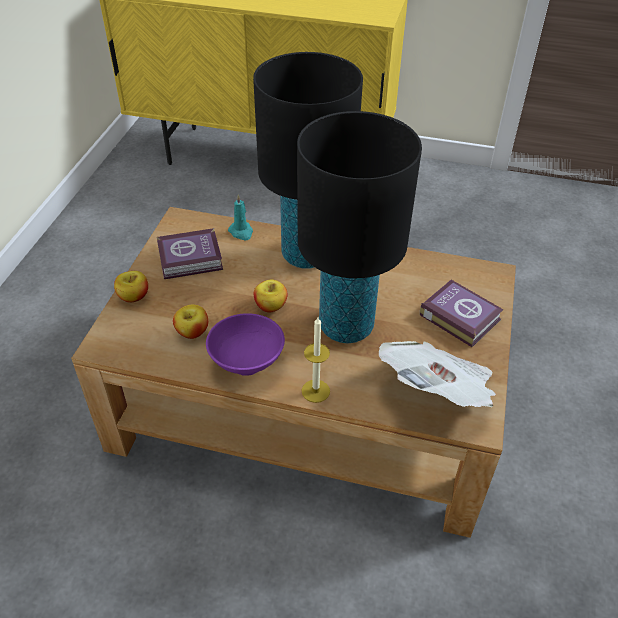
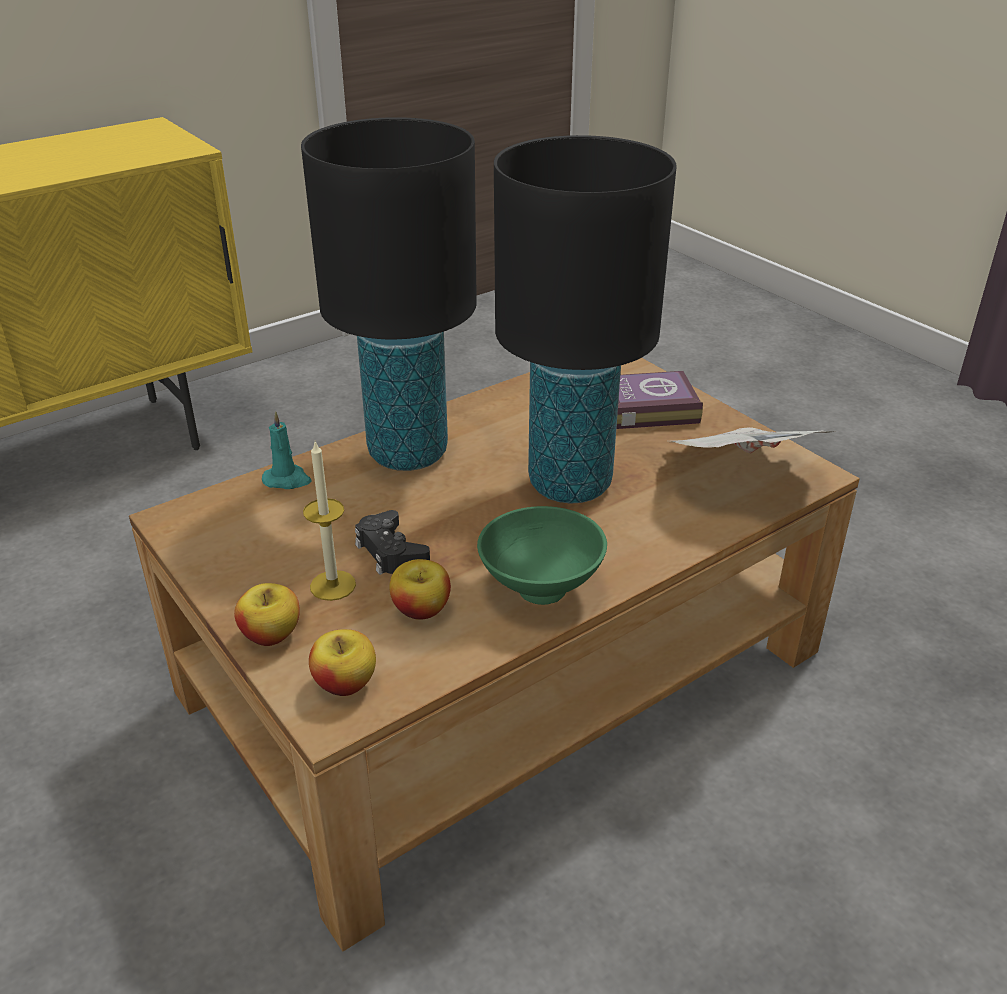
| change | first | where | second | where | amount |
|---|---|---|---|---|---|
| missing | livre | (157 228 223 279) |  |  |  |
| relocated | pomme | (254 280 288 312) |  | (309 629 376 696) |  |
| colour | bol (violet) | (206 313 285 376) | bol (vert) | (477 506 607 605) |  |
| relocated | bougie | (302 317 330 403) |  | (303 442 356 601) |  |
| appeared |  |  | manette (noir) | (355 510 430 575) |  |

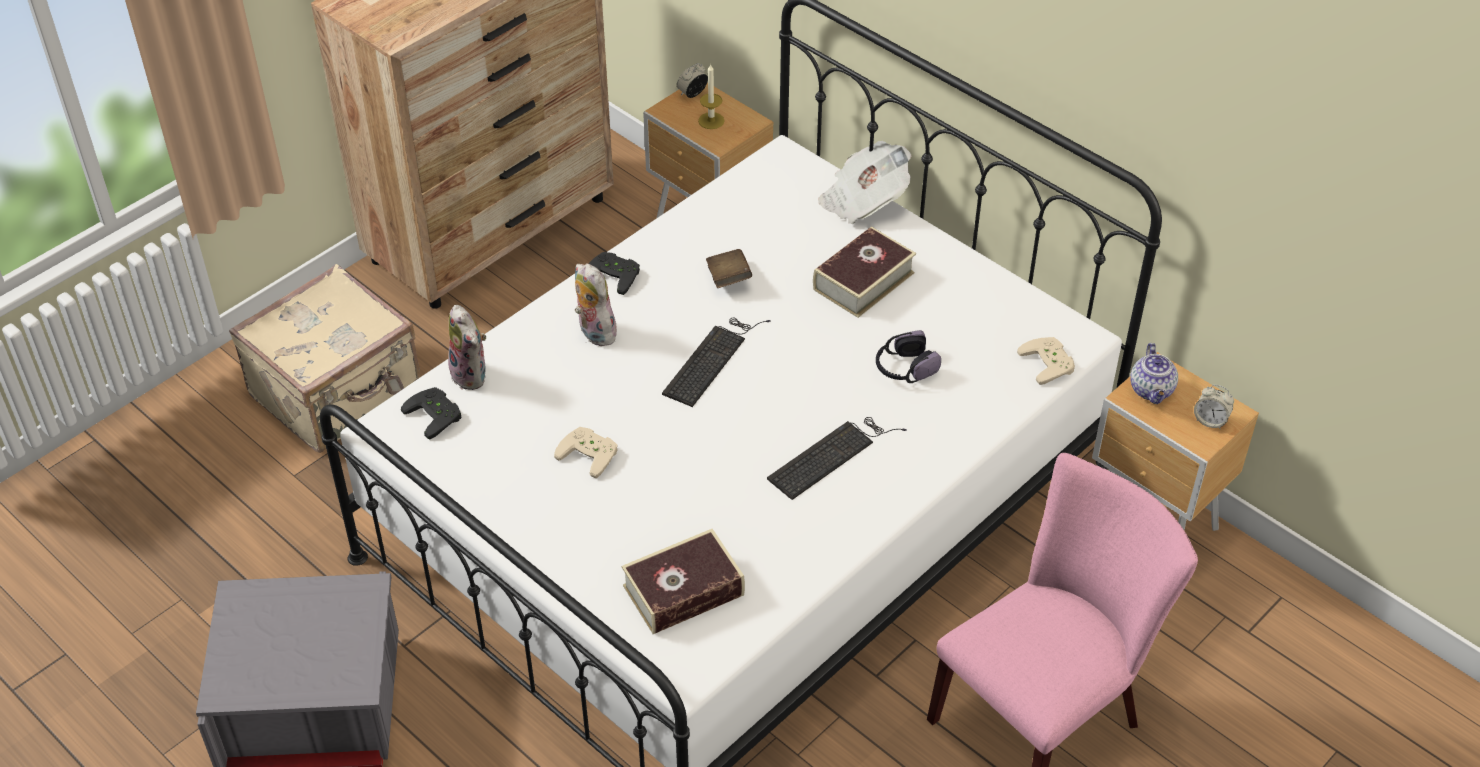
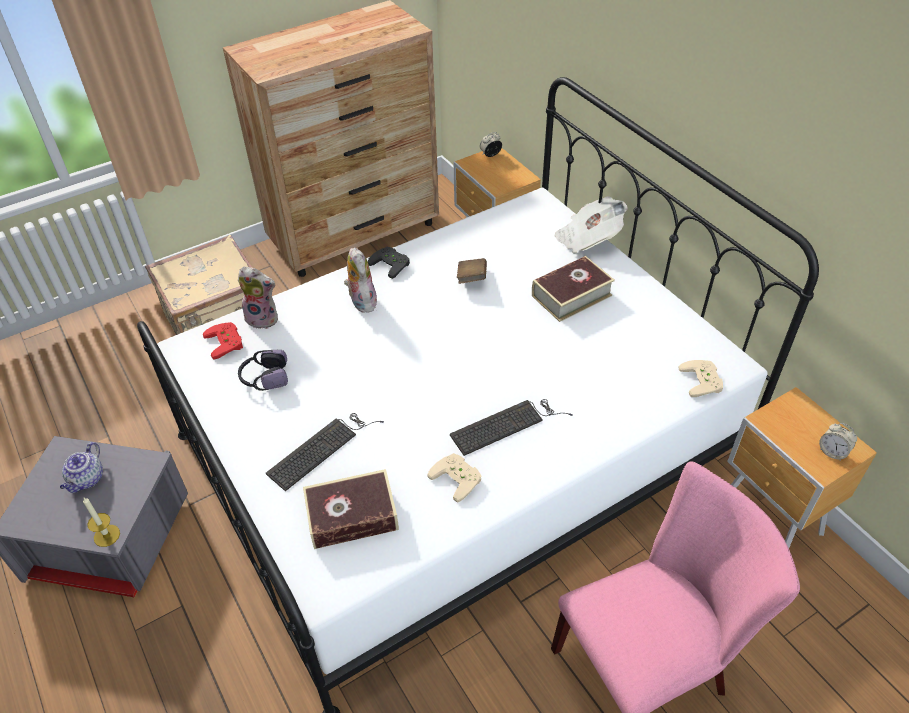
| change | first | where | second | where | amount |
|---|---|---|---|---|---|
| relocated | bougie | (698 63 725 129) |  | (83 497 120 547) |  |
| spun | peluche | (448 305 486 390) |  | (238 266 278 329) | 60 degrees counterclockwise |
| relocated | clavier | (662 317 771 407) |  | (266 413 384 491) |  |
| relocated | casque audio | (876 330 941 383) |  | (238 350 288 391) |  |
| relocated | théière | (1130 343 1178 404) |  | (60 442 103 493) |  |
| colour | manette (noir) | (401 387 462 439) | manette (rouge) | (203 322 243 360) |  |
| relocated | manette (beige) | (554 427 618 478) |  | (427 453 482 502) |  |

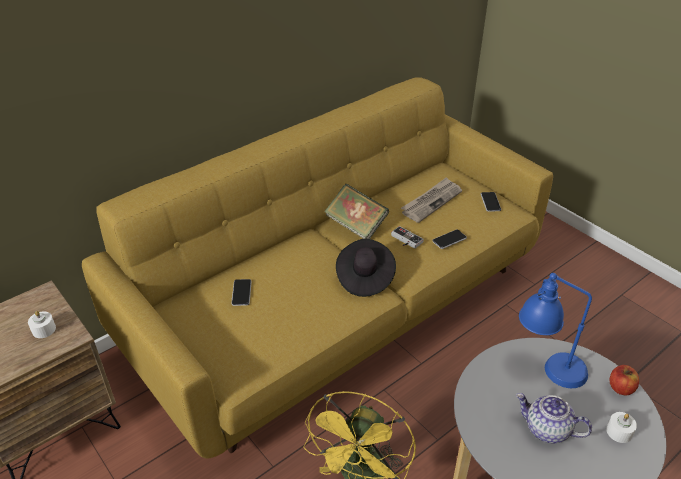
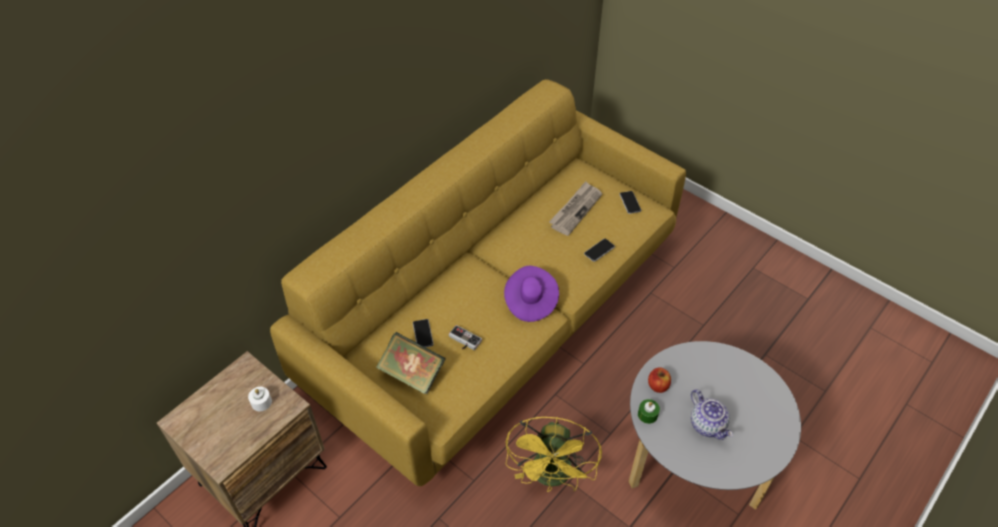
| change | first | where | second | where | amount |
|---|---|---|---|---|---|
| relocated | livre | (324 184 389 239) |  | (376 332 446 394) |  |
| relocated | manette | (391 226 424 249) |  | (449 325 482 350) |  |
| colour | chapeau (noir) | (336 239 396 297) | chapeau (violet) | (504 266 559 322) |  |
| missing | lampe de table (bleu) | (519 273 592 388) |  |  |  |
| relocated | pomme | (610 365 639 395) |  | (648 368 671 393) |  |
| spun | théière | (516 393 592 443) |  | (691 389 733 440) | 135 degrees counterclockwise |
| missing | bougie (blanc) | (606 412 637 443) |  |  |  |
| appeared |  |  | bougie (vert) | (638 399 660 424) |  |

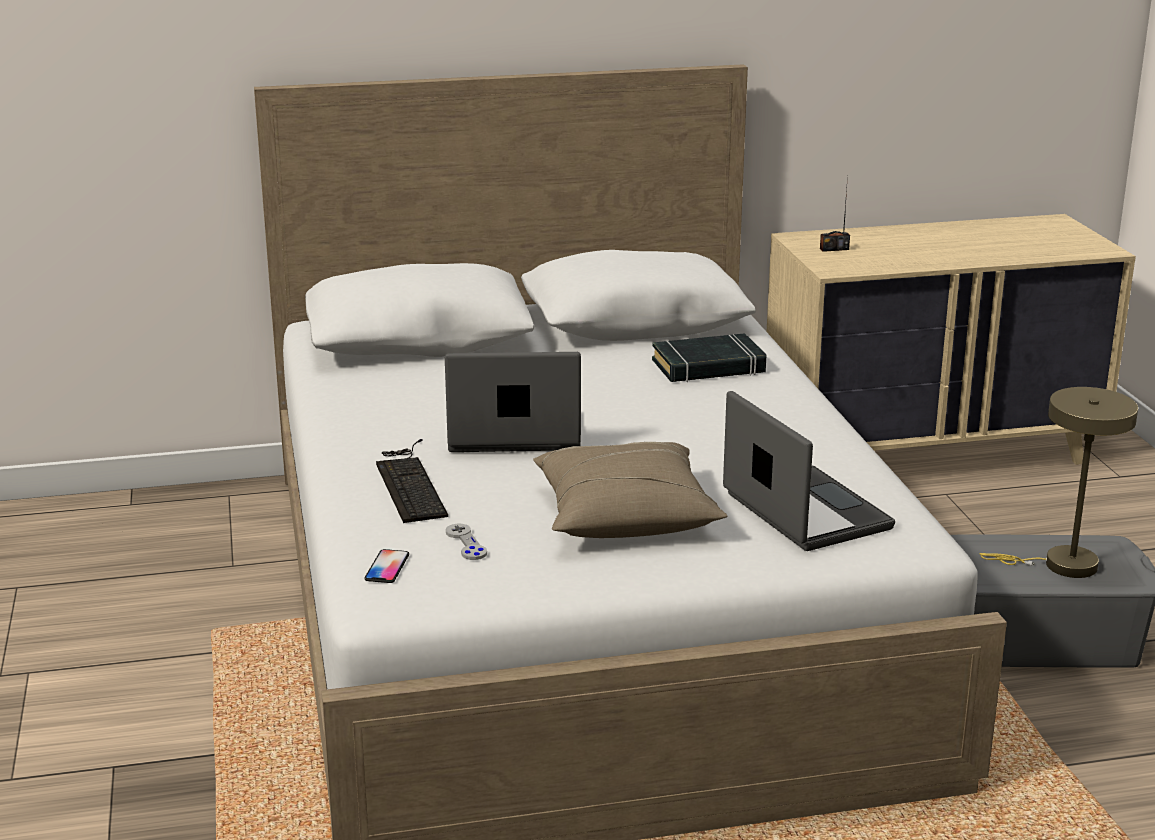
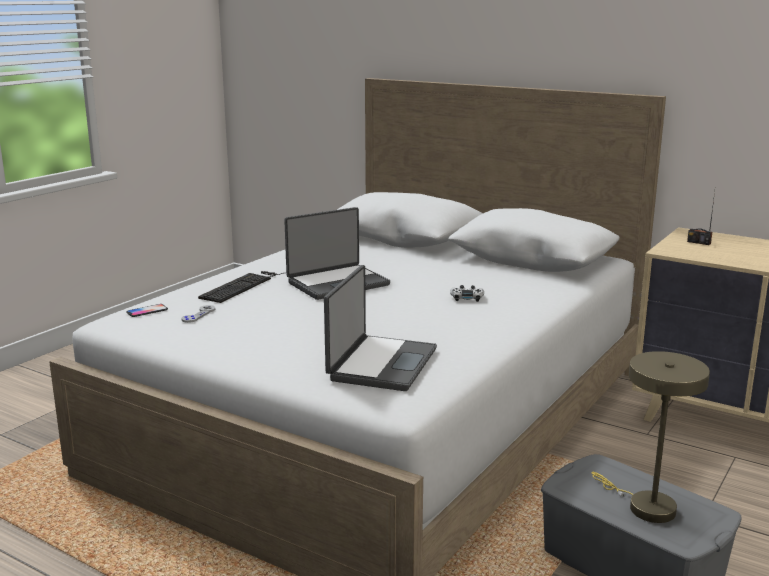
| change | first | where | second | where | amount |
|---|---|---|---|---|---|
| missing | livre (noir) | (652 333 766 382) |  |  |  |
| spun | ordinateur portable | (445 352 581 452) |  | (284 207 390 300) | 105 degrees clockwise |
| missing | coussin (beige) | (533 442 727 538) |  |  |  |
| appeared |  |  | manette (blanc) | (450 285 484 302) |  |

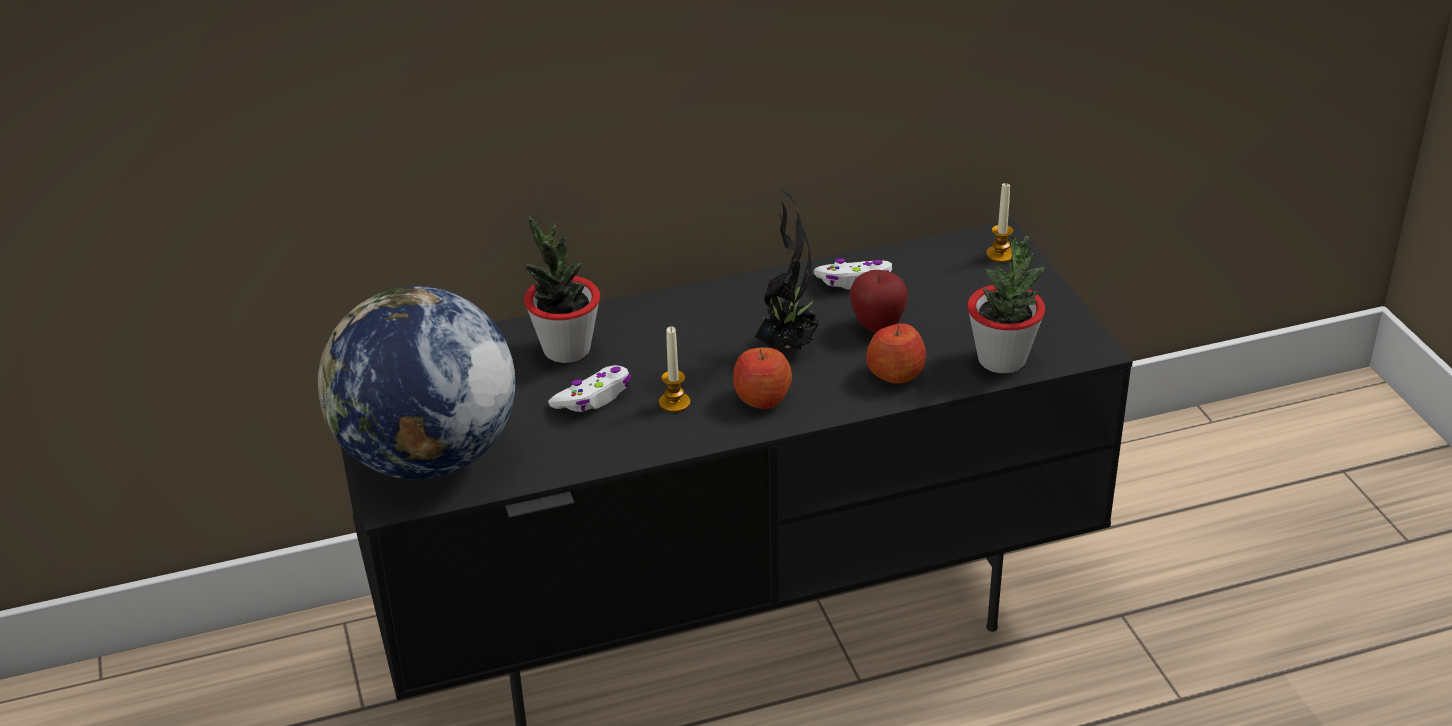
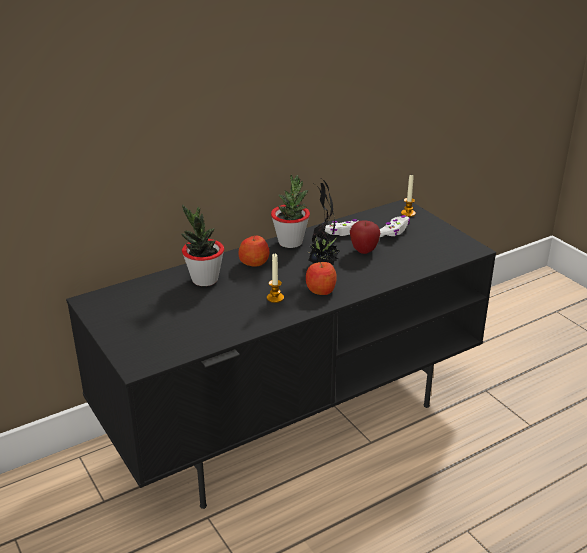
| change | first | where | second | where | amount |
|---|---|---|---|---|---|
| relocated | plante en pot | (967 236 1047 373) |  | (271 175 310 248) |  |
| missing | globe | (318 286 515 480) |  |  |  |
| relocated | pomme | (866 323 926 384) |  | (238 236 269 267) |  |
| relocated | manette (blanc) | (548 365 631 412) |  | (380 215 410 237) |  |

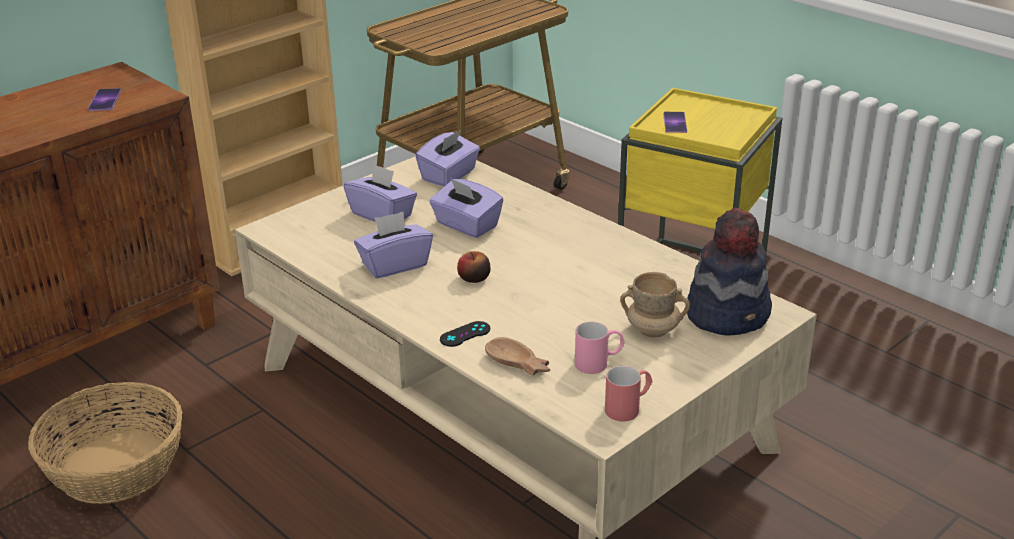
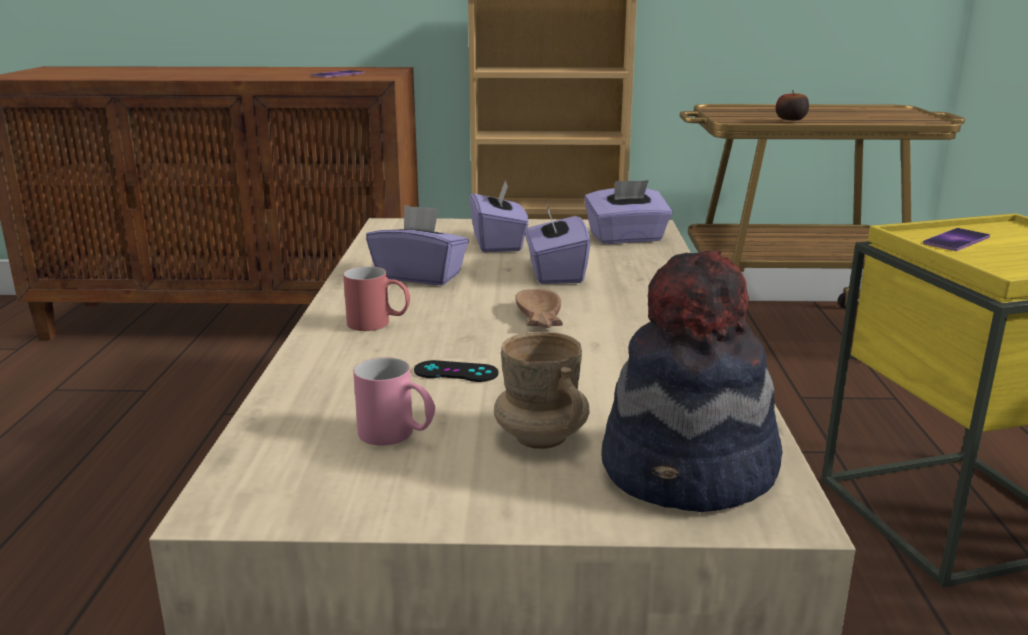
| change | first | where | second | where | amount |
|---|---|---|---|---|---|
| relocated | pomme | (457 251 491 283) |  | (776 90 809 121) |  |
| relocated | manette (noir) | (440 321 490 347) |  | (414 360 498 382) |  |
| relocated | bol (marron) | (485 337 550 376) |  | (515 289 563 328) |  |
| relocated | mug (rouge) | (605 366 652 421) |  | (343 266 410 331) |  |
| missing | panier | (28 382 182 504) |  |  |  |

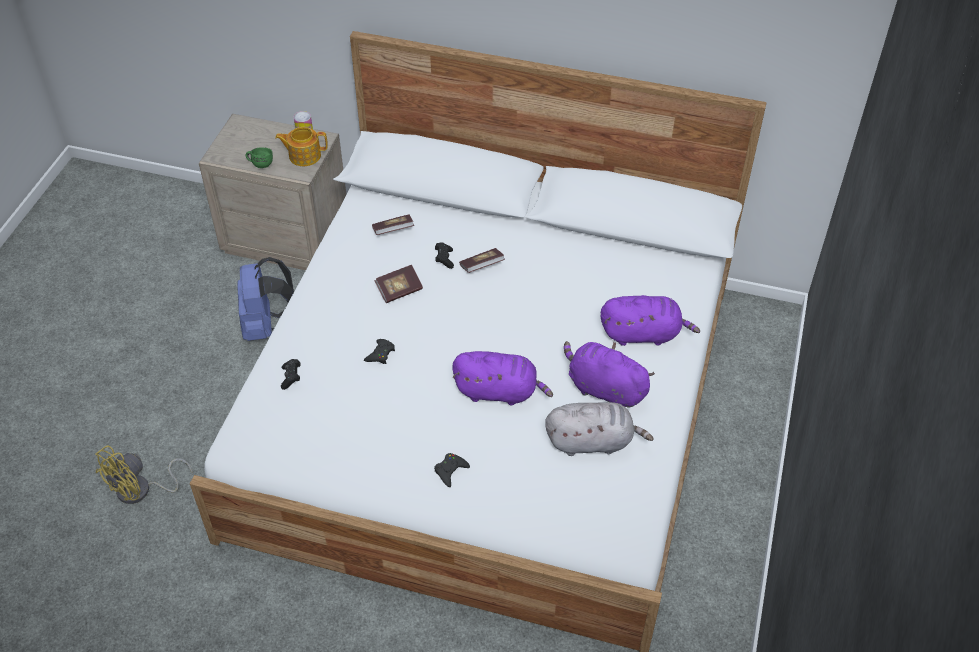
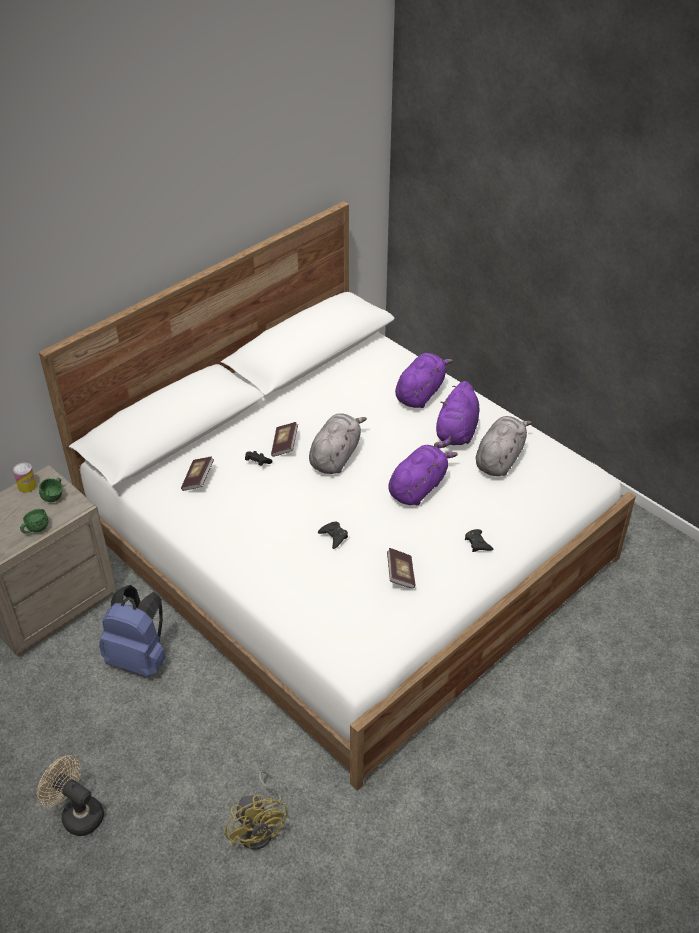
| change | first | where | second | where | amount |
|---|---|---|---|---|---|
| exchanged | théière | (275 127 328 166) | mug (vert) | (39 478 63 502) |  |
| relocated | livre | (375 265 423 303) |  | (387 548 416 589) |  |
| spun | peluche (violet) | (564 341 655 407) |  | (434 381 480 448) | 45 degrees counterclockwise |
| missing | manette (noir) | (281 359 301 390) |  |  |  |
| appeared |  |  | peluche (gris) | (309 413 367 474) |  |
| appeared |  |  | ventilateur (beige) | (37 755 104 836) |  |

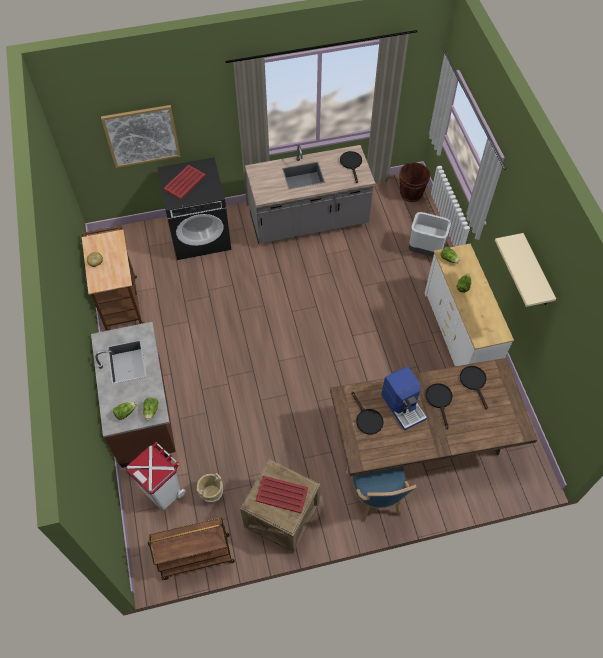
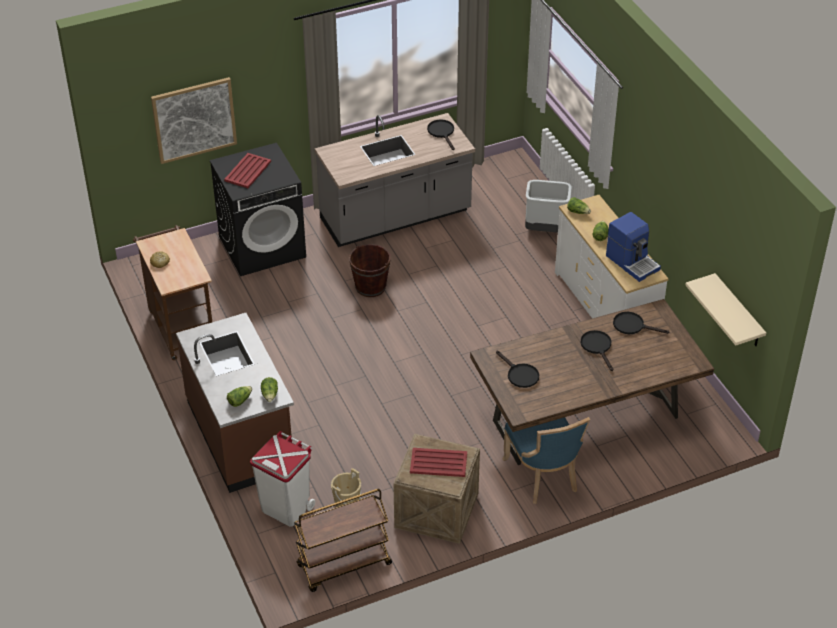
| change | first | where | second | where | amount |
|---|---|---|---|---|---|
| relocated | seau (marron) | (399 162 431 202) |  | (349 244 391 297) |  |
| relocated | étagère (beige) | (495 233 556 307) |  | (685 273 766 346) |  |
| relocated | machine à café | (381 366 427 431) |  | (606 212 661 282) |  |
| spun | poêle (noir) | (460 366 488 409) |  | (613 312 669 334) | 45 degrees counterclockwise |

